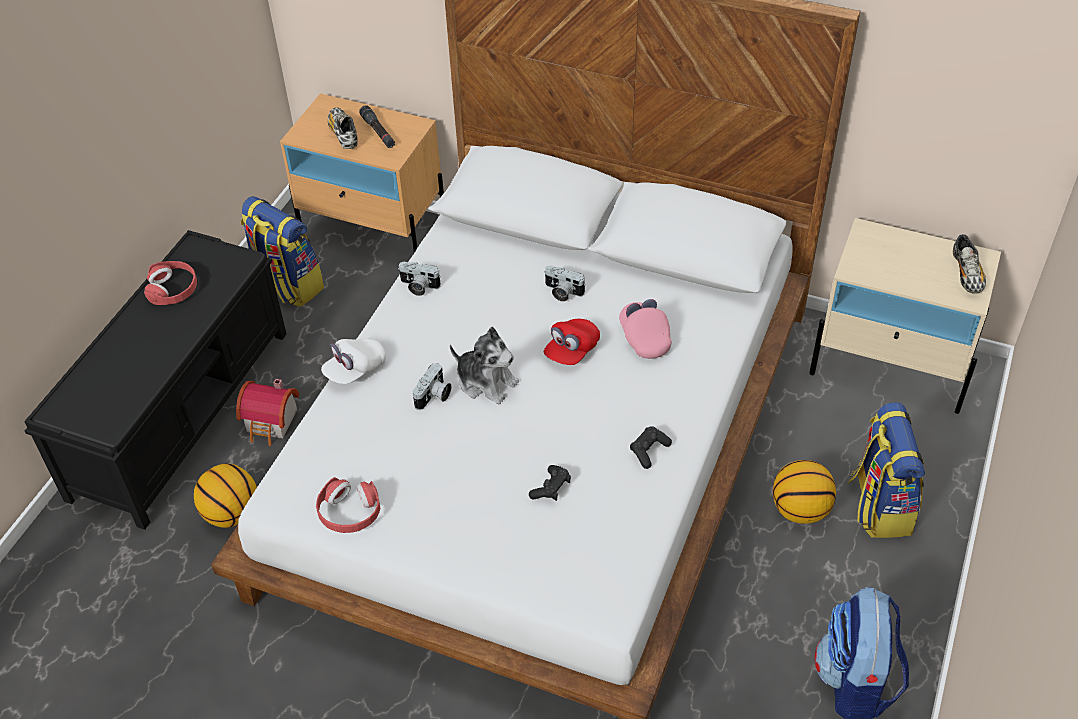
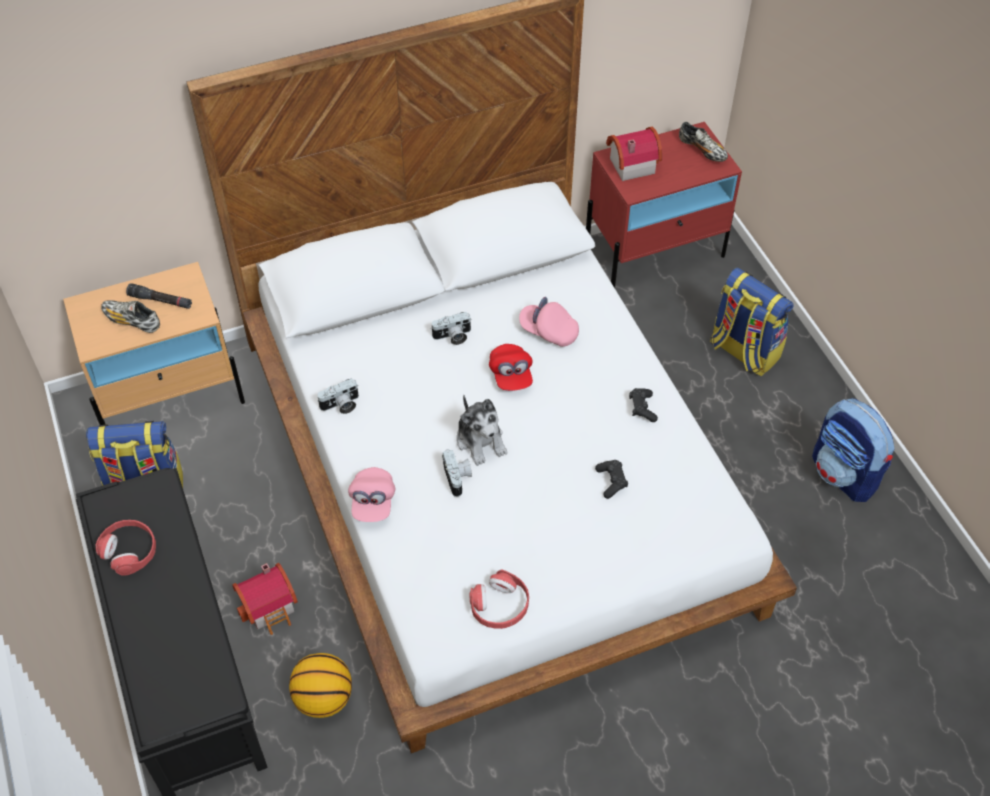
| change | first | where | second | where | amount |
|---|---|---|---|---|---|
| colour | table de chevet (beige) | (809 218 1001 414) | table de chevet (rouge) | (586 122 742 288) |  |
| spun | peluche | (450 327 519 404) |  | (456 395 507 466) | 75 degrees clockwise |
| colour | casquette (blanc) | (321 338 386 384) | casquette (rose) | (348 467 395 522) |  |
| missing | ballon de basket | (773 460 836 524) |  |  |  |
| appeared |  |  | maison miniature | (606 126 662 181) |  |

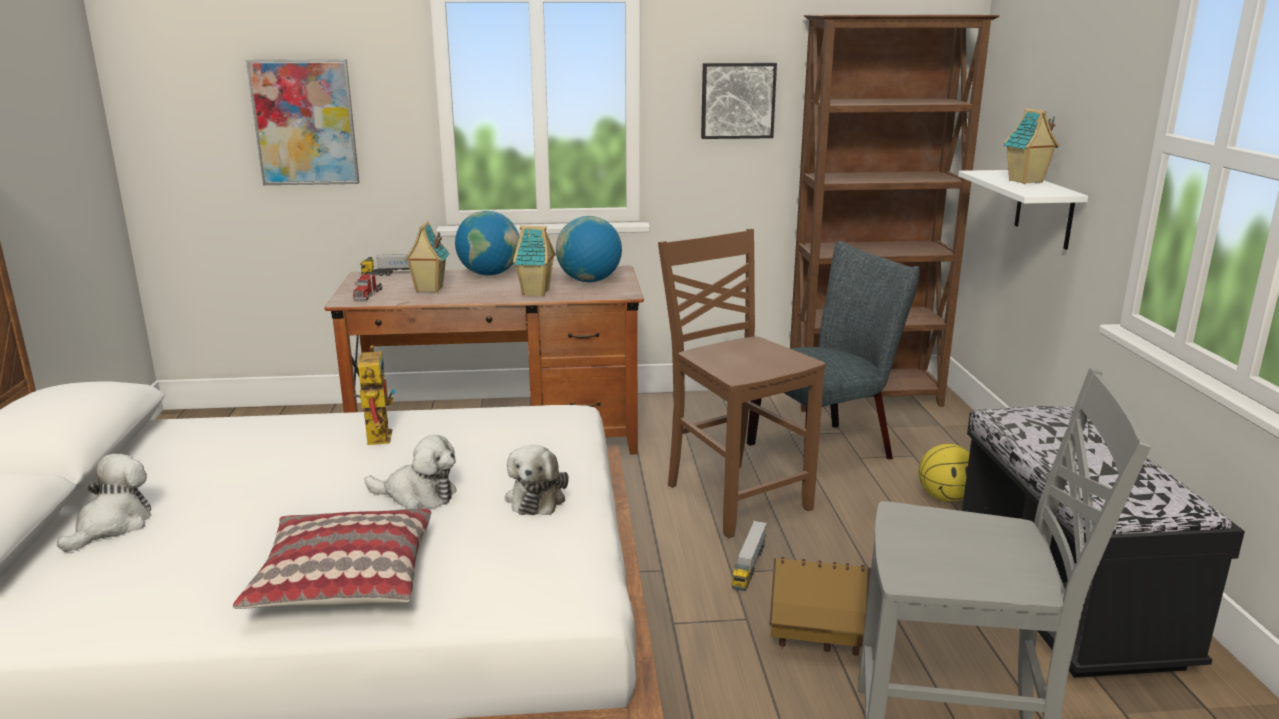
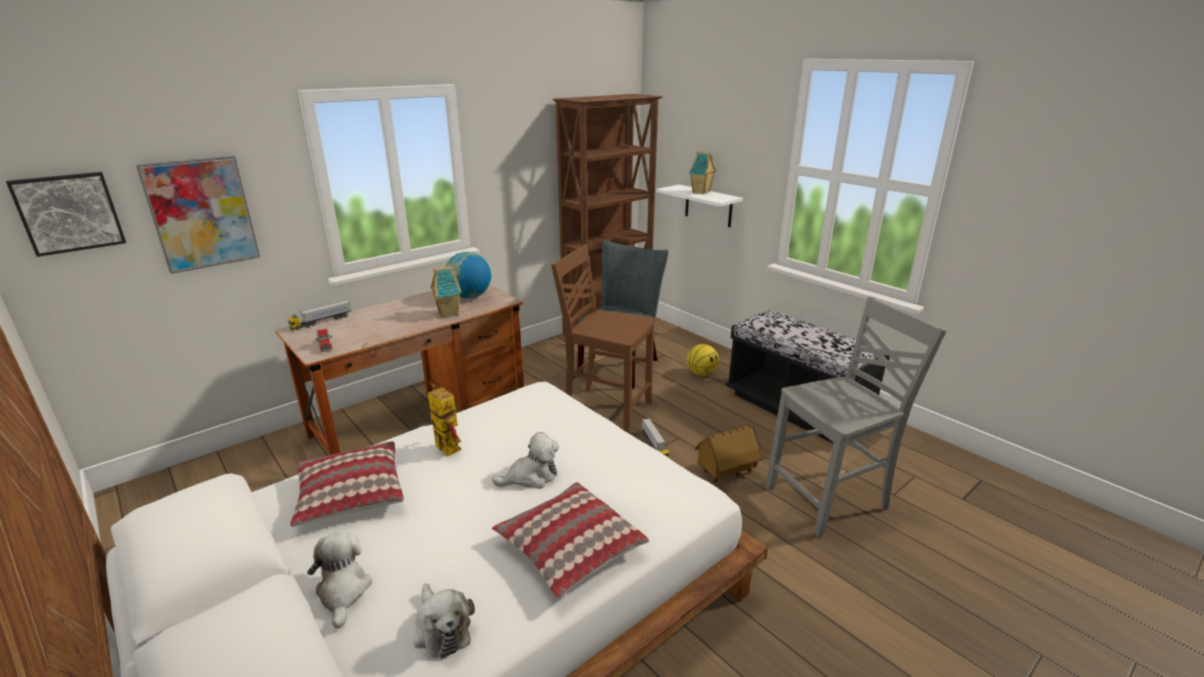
| change | first | where | second | where | amount |
|---|---|---|---|---|---|
| relocated | tableau | (701 63 777 139) |  | (6 172 126 257) |  |
| missing | globe | (455 211 519 276) |  |  |  |
| missing | maison miniature | (404 221 450 293) |  |  |  |
| relocated | peluche | (505 445 569 515) |  | (414 584 475 659) |  |
| appeared |  |  | coussin | (290 442 404 527) |  |

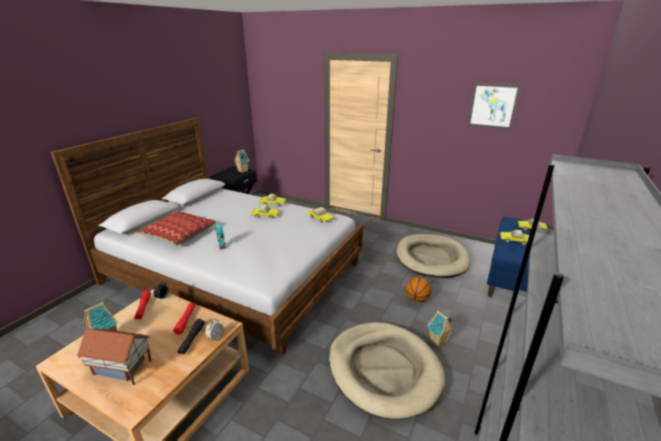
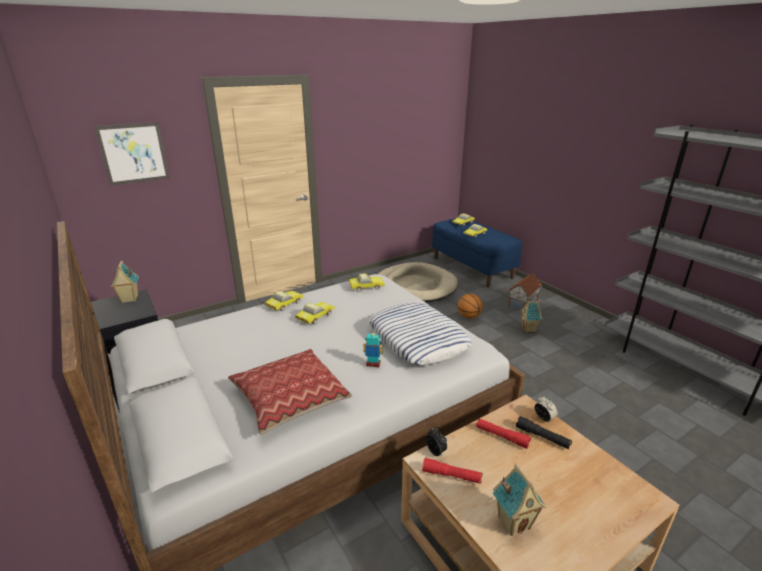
| change | first | where | second | where | amount |
|---|---|---|---|---|---|
| relocated | tableau | (467 83 521 130) |  | (94 122 170 186) |  |
| missing | panier pour chien (beige) | (329 322 446 419) |  |  |  |
| relocated | maison miniature | (76 329 151 385) |  | (508 273 542 310) |  |
| appeared |  |  | coussin | (369 303 472 365) |  |

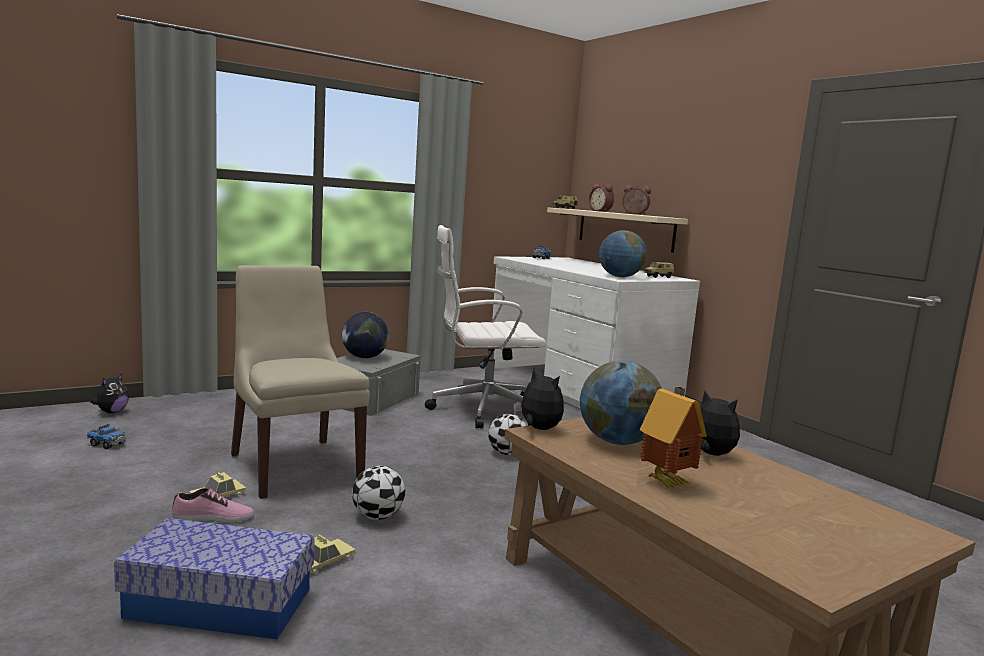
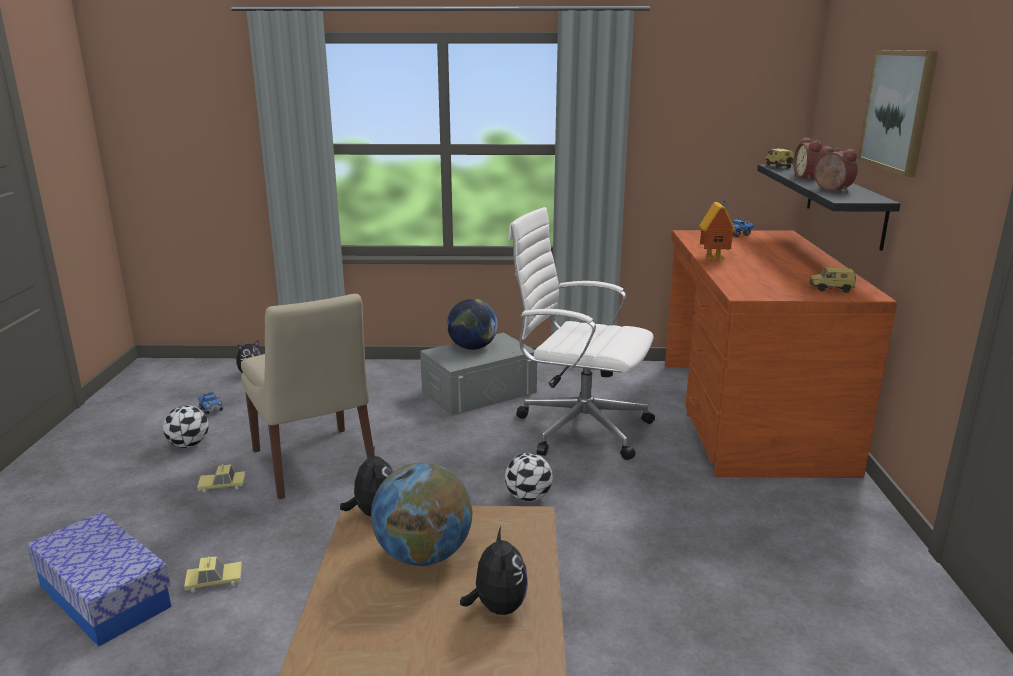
| change | first | where | second | where | amount |
|---|---|---|---|---|---|
| colour | étagère (beige) | (547 208 688 253) | étagère (noir) | (757 164 901 251) |  |
| missing | globe | (599 230 647 277) |  |  |  |
| colour | bureau (blanc) | (492 256 700 408) | bureau (marron) | (665 230 897 478) |  |
| spun | chaise (beige) | (231 265 370 499) |  | (241 294 373 499) | 150 degrees clockwise |
| relocated | maison miniature | (640 387 707 488) |  | (699 201 736 259) |  |
| relocated | ballon de foot | (352 466 405 520) |  | (163 405 209 448) |  |
| missing | chaussure | (172 488 254 522) |  |  |  |
| appeared |  |  | tableau | (858 50 938 177) |  |

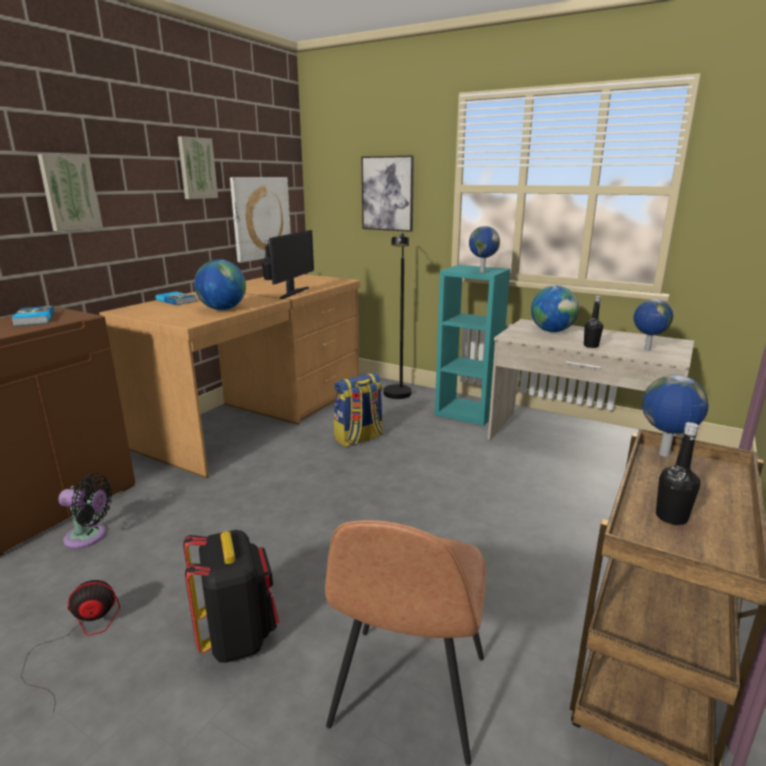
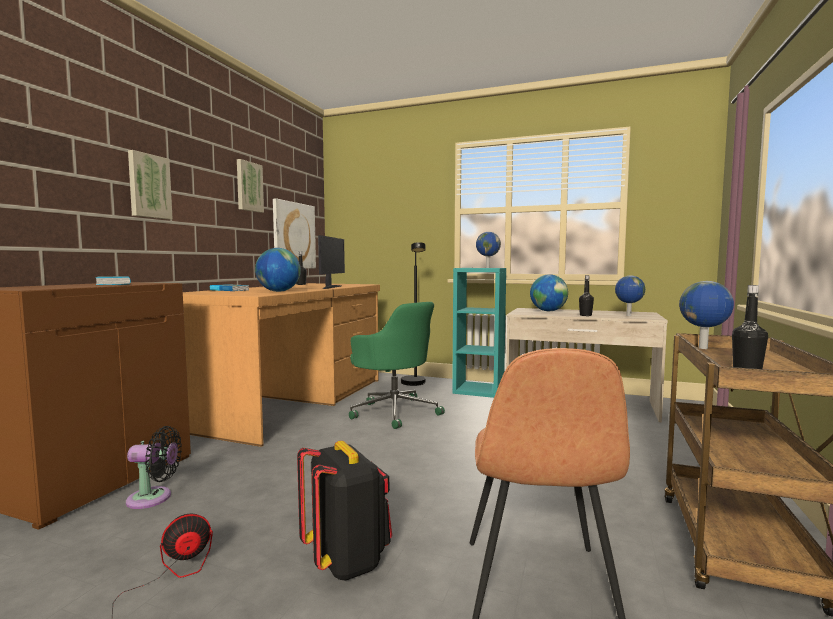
| change | first | where | second | where | amount |
|---|---|---|---|---|---|
| missing | tableau | (362 155 414 232) |  |  |  |
| exchanged | sac à dos | (334 373 383 447) | chaise de bureau (vert) | (349 302 445 429) |  |

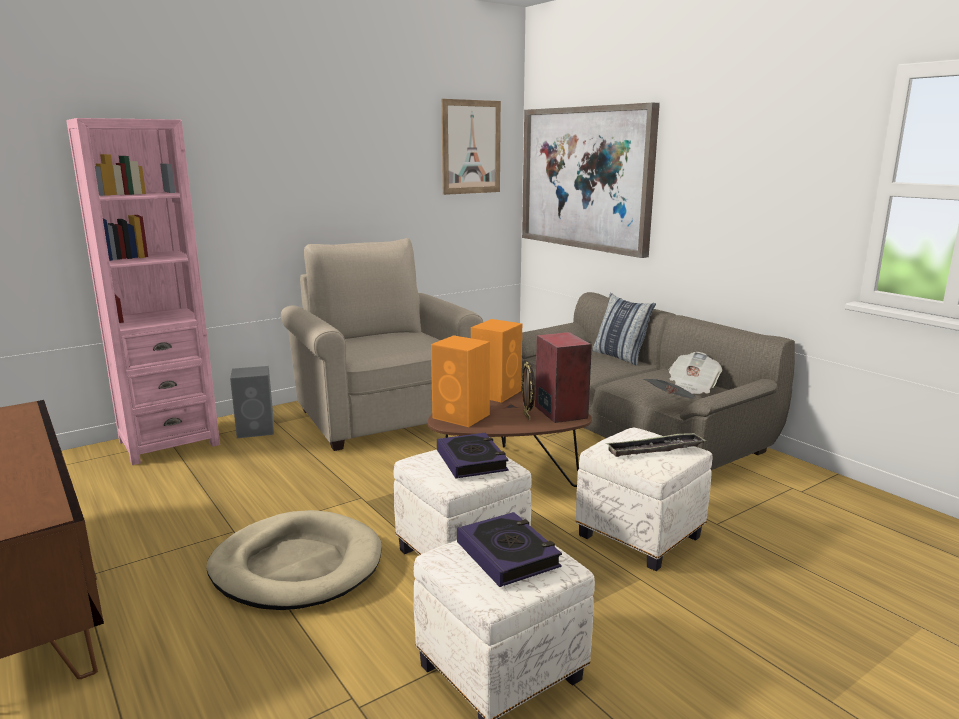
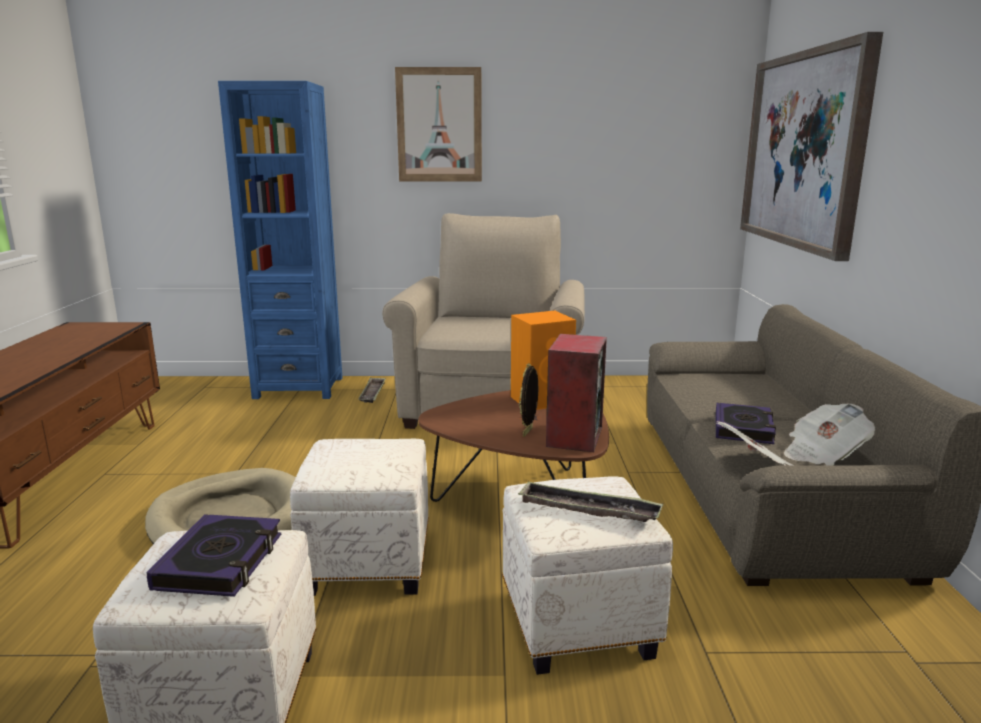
| change | first | where | second | where | amount |
|---|---|---|---|---|---|
| relocated | tableau | (441 99 501 195) |  | (395 67 482 181) |  |
| colour | bibliothèque (rose) | (66 118 220 465) | bibliothèque (bleu) | (218 81 342 399) |  |
| missing | coussin | (592 293 656 366) |  |  |  |
| missing | enceinte (orange) | (431 335 490 427) |  |  |  |
| exchanged | enceinte (gris) | (230 366 274 438) | plateau | (359 377 386 403) |  |
| relocated | livre | (437 433 509 478) |  | (715 403 776 444) |  |

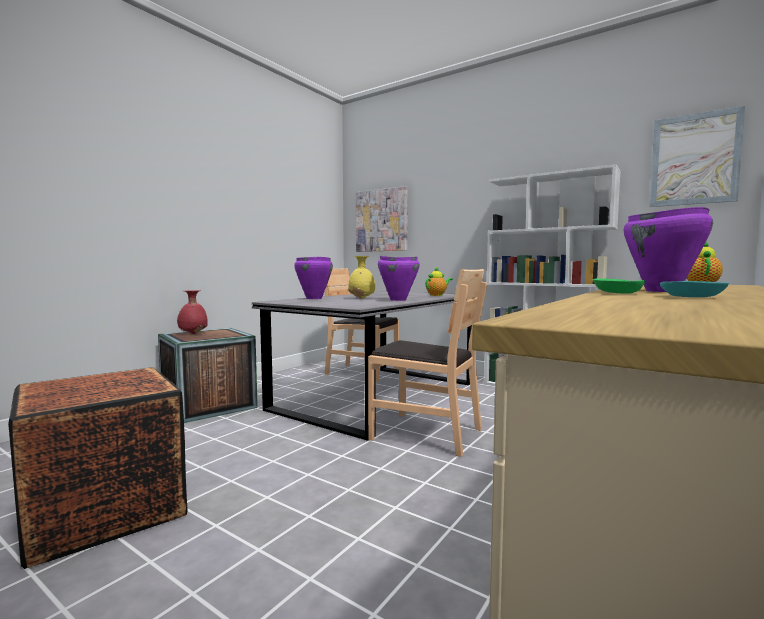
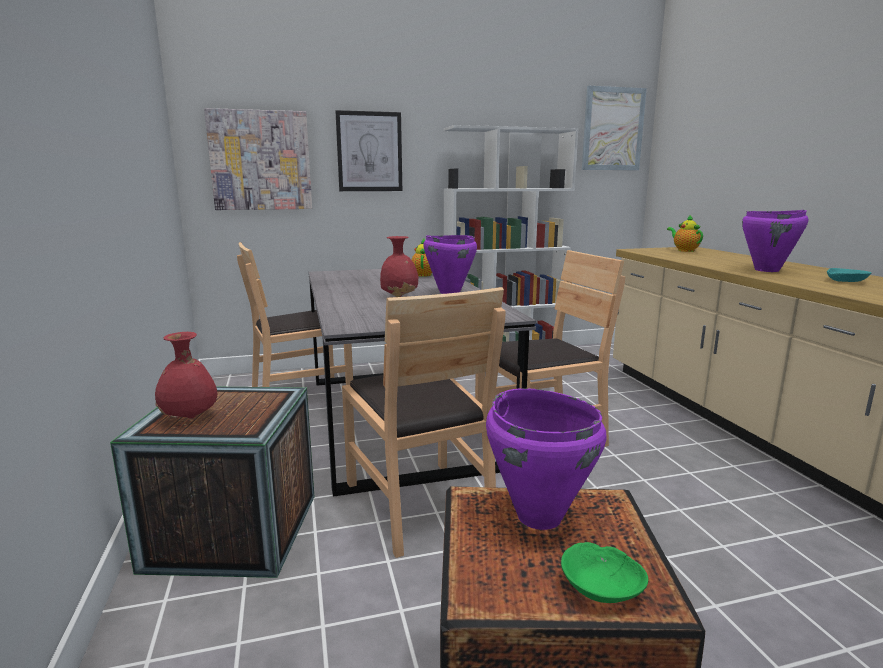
| change | first | where | second | where | amount |
|---|---|---|---|---|---|
| colour | vase (jaune) | (348 256 375 299) | vase (rouge) | (380 236 418 297) |  |
| relocated | marmite (violet) | (294 257 333 299) |  | (486 388 607 530) |  |
| relocated | bol (vert) | (593 278 645 294) |  | (561 542 648 603) |  |
| appeared |  |  | tableau | (335 110 402 191) |  |
| appeared |  |  | chaise (marron) | (342 287 505 558) |  |

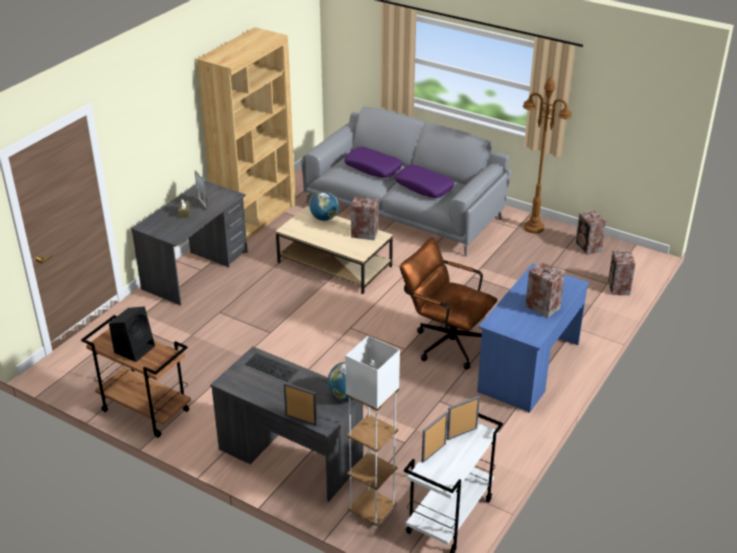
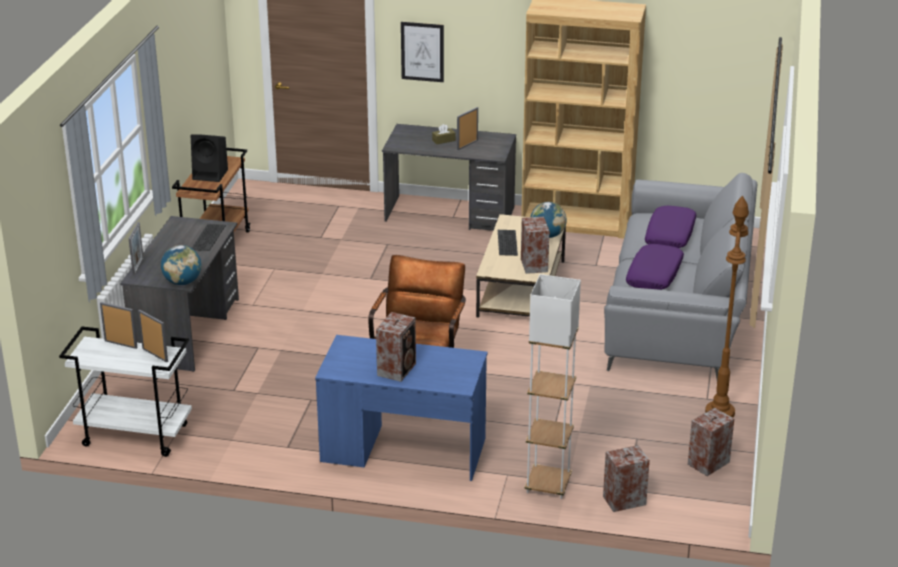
| change | first | where | second | where | amount |
|---|---|---|---|---|---|
| relocated | lampadaire (blanc) | (345 336 400 528) |  | (524 274 581 499) |  |
| appeared |  |  | tableau | (401 22 444 82) |  |
| appeared |  |  | clavier | (498 230 518 256) |  |

